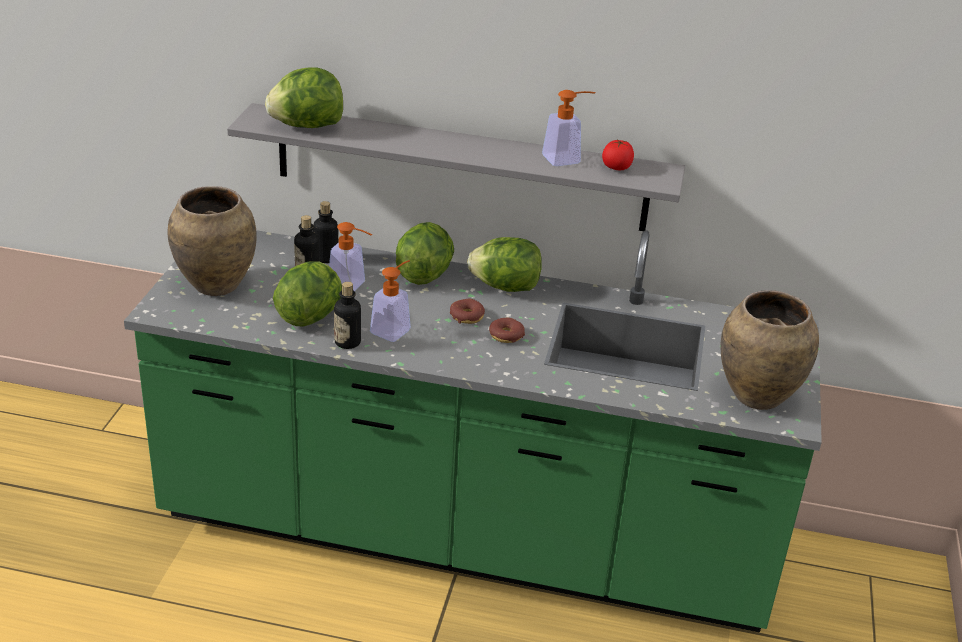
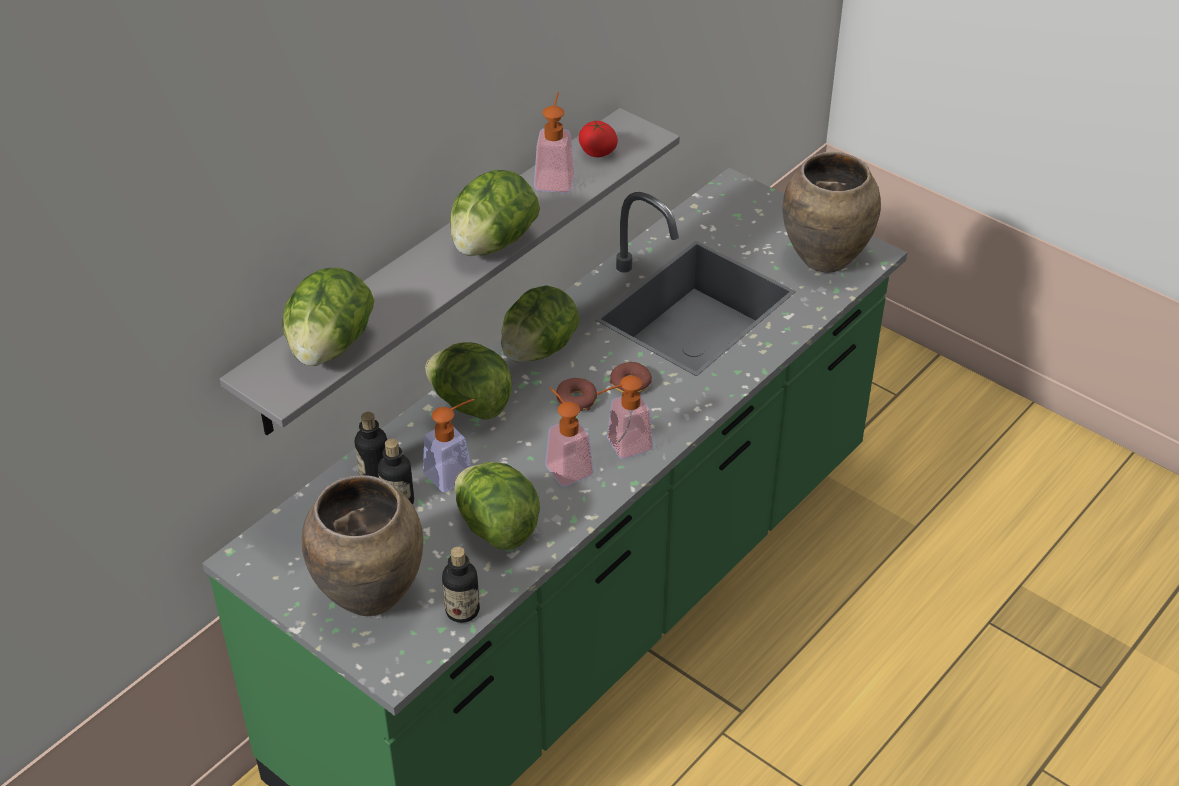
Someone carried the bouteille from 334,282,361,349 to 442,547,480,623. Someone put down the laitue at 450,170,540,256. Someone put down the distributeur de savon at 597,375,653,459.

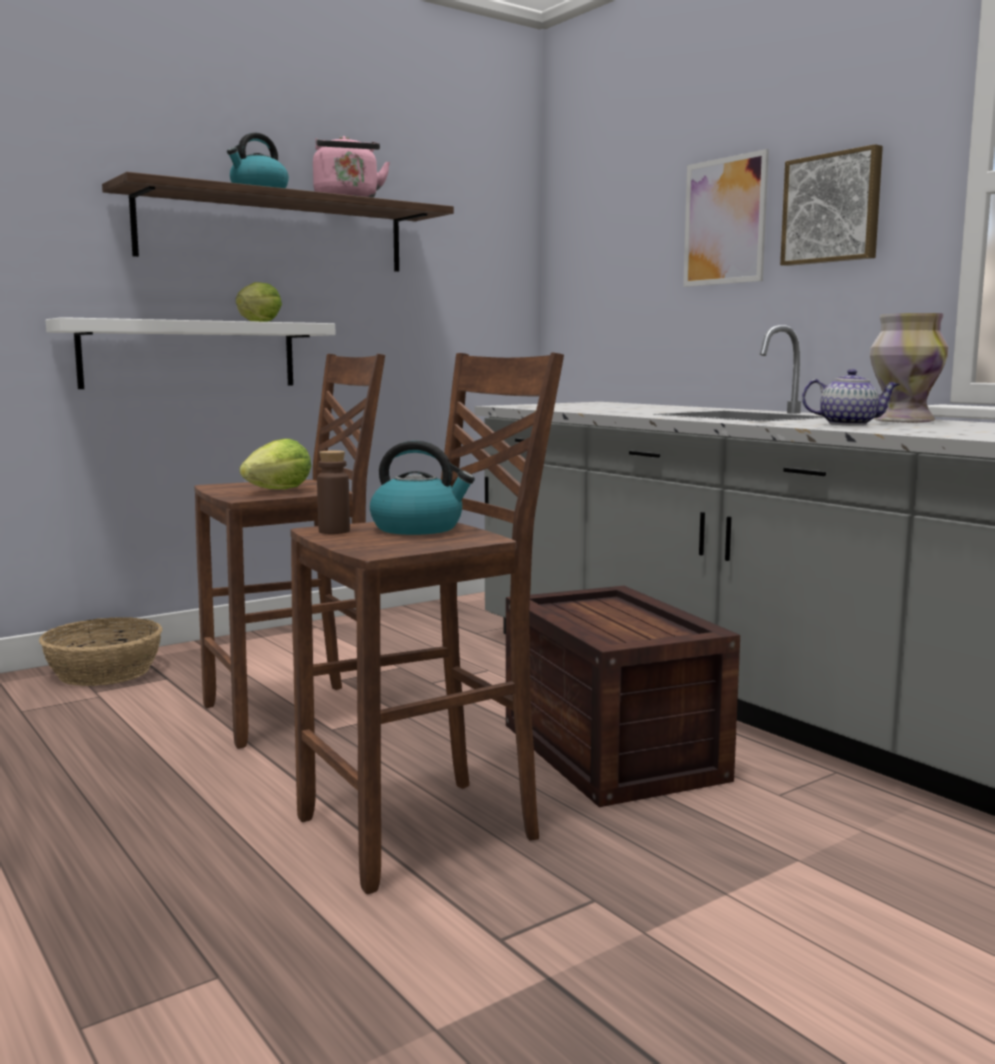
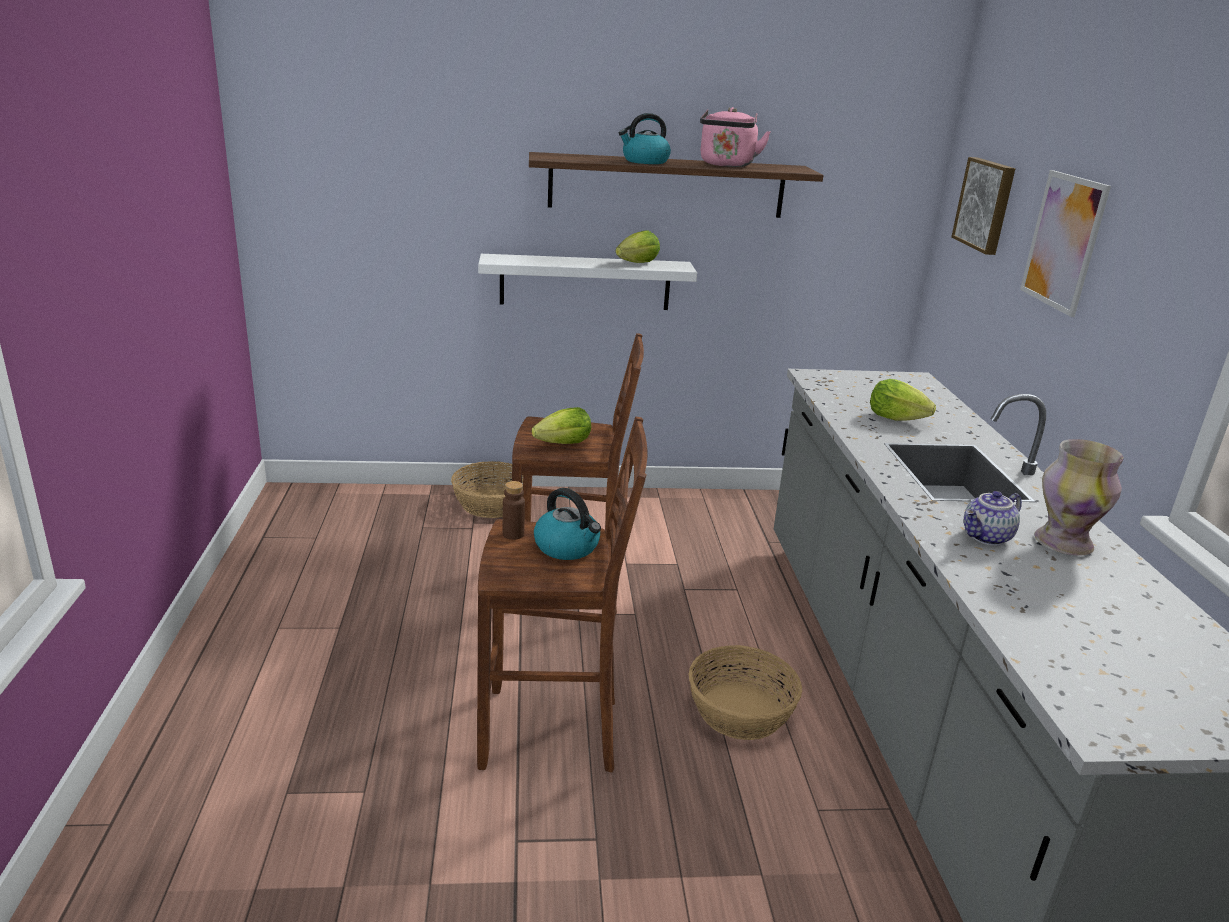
Someone swapped the caisse at 506,586,740,807 for the panier at 689,645,802,740. Someone put down the laitue at 870,379,936,421. Someone carried the tableau from 780,144,883,266 to 951,157,1015,255. Someone rotated the théière at 802,369,900,426 by 105 degrees clockwise.

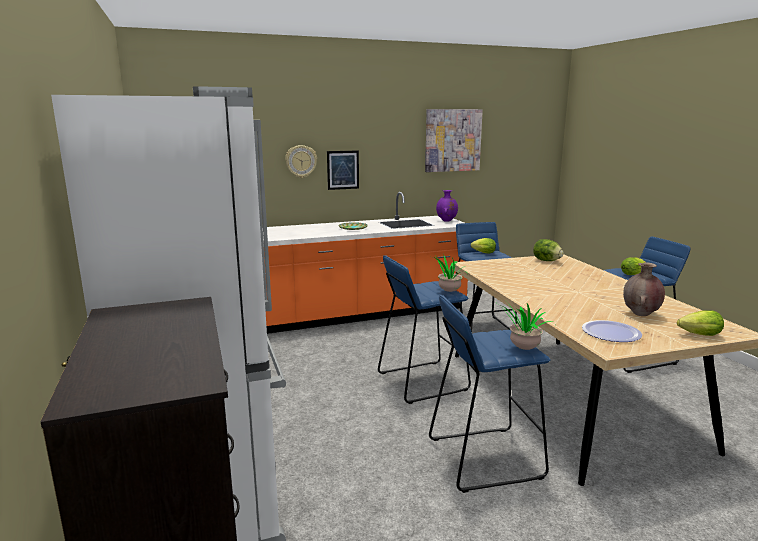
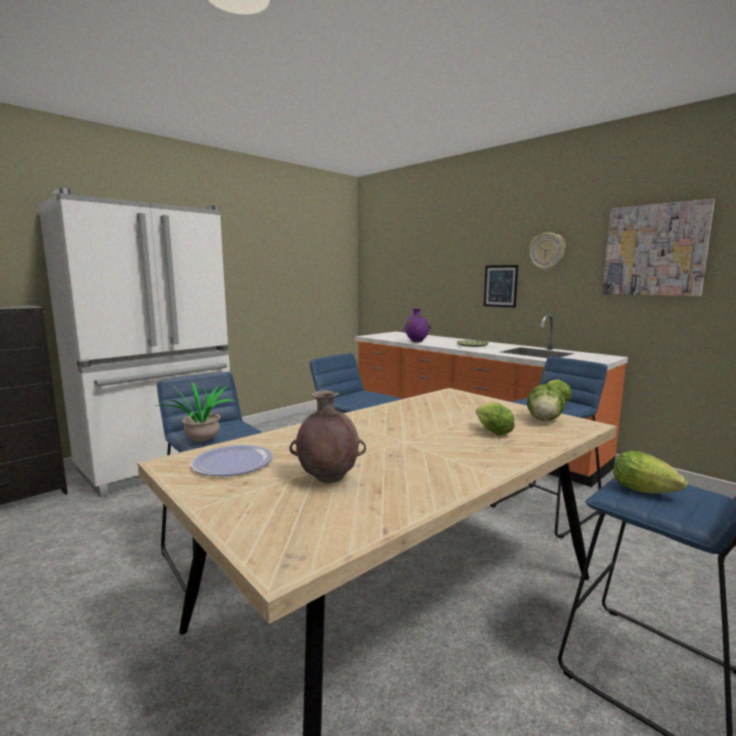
Someone carried the vase/violet from 436,190,458,222 to 403,308,431,342. Someone carried the laitue from 677,310,724,336 to 476,402,514,435. Someone carried the horloge murale from 285,145,317,178 to 529,233,566,271. Someone took away the plante en pot at 426,255,468,292.

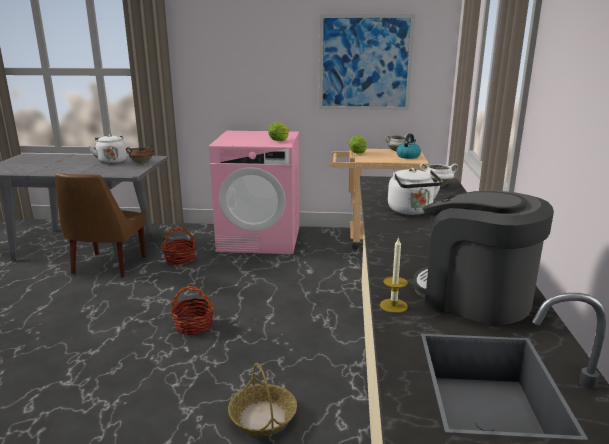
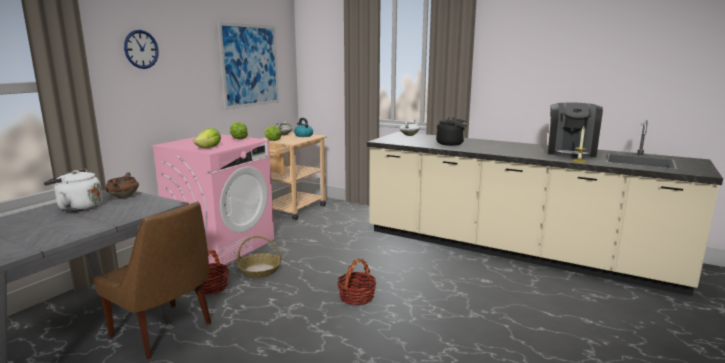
Someone put up the horloge murale at 124,30,159,69. Someone put down the laitue at 193,128,221,148. Someone carried the panier from 228,363,297,436 to 237,236,281,278. Someone repainted the bouilloire/blanc at 388,168,443,215, which became the bouilloire/noir at 436,117,467,146. Someone rotated the machine à café at 413,191,554,325 by 45 degrees counterclockwise.

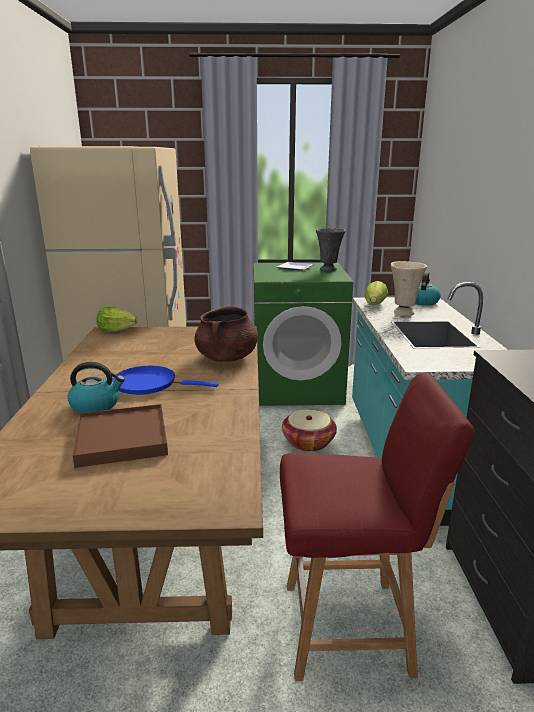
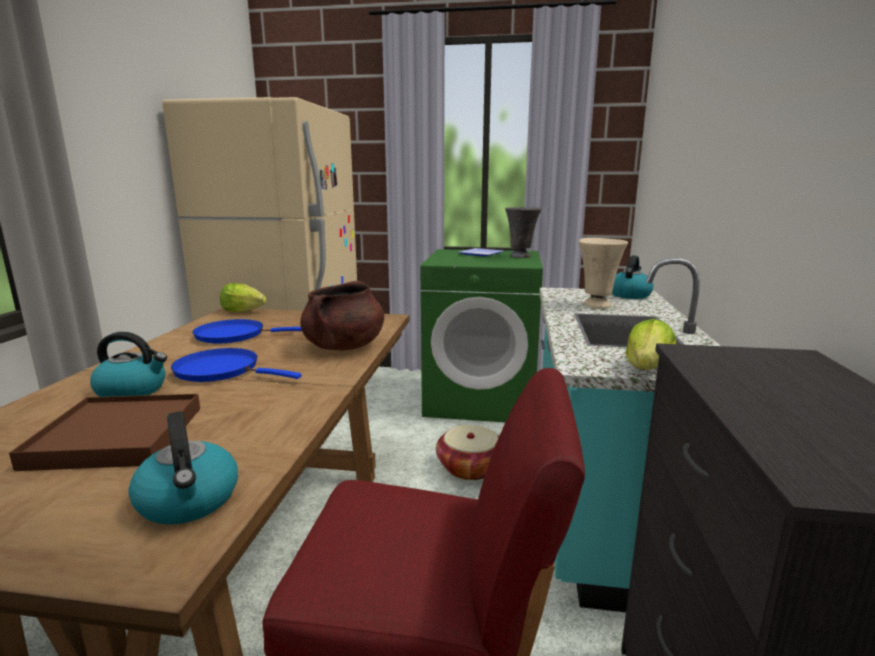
Someone put down the bouilloire at 128,411,238,525. Someone put down the poêle/bleu at 193,319,302,343. Someone carried the laitue from 365,281,388,305 to 625,319,676,370.

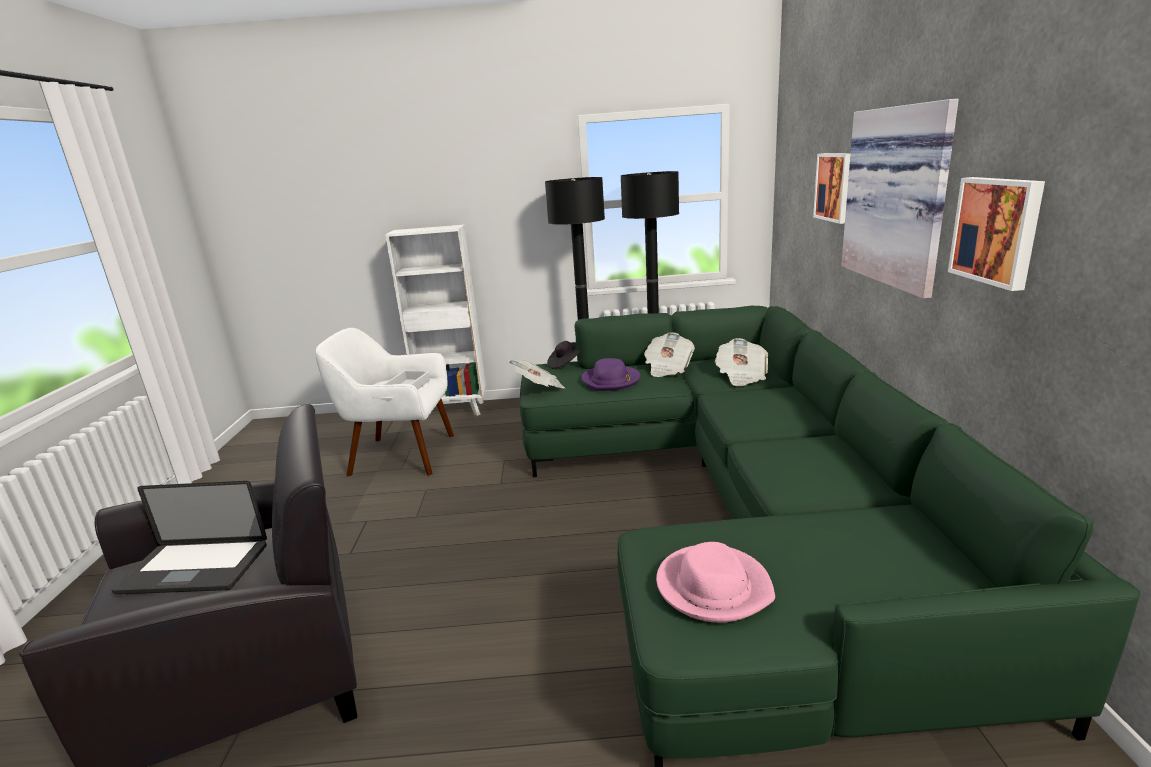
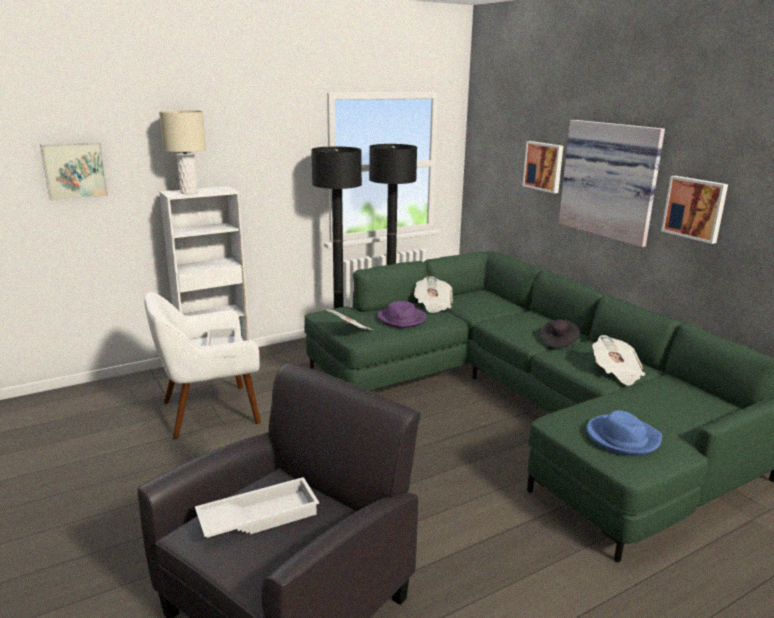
Someone put up the tableau at 40,142,108,201. Someone put down the lampe de table/beige at 159,110,206,194. Someone swapped the ordinateur portable at 111,481,267,595 for the plateau/blanc at 195,477,319,538. Someone carried the chapeau/noir from 547,341,582,368 to 541,320,580,348. Someone repainted the chapeau/rose at 656,542,775,623, which became the chapeau/bleu at 586,410,662,456. Someone carried the journal from 715,338,768,386 to 592,335,645,386.

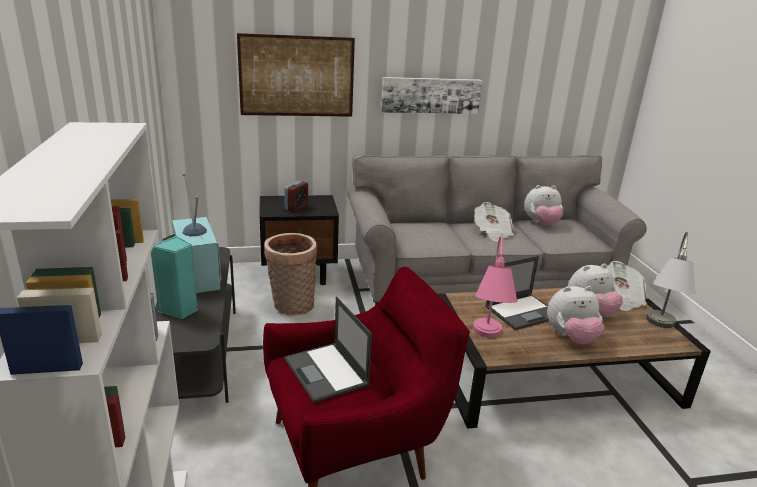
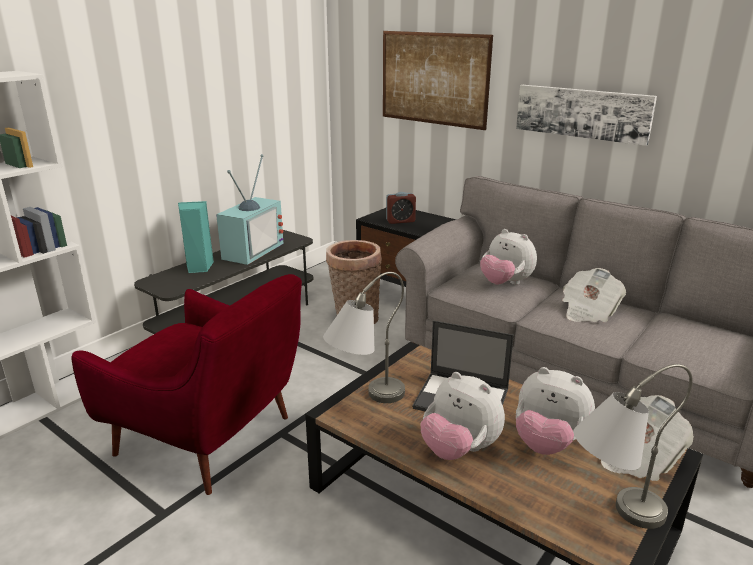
Someone repainted the lampe de table/rose at 473,236,517,338, which became the lampe de table/gris at 323,272,405,403. Someone carried the peluche from 524,185,564,225 to 480,229,537,285. Someone took away the ordinateur portable at 285,297,372,403.

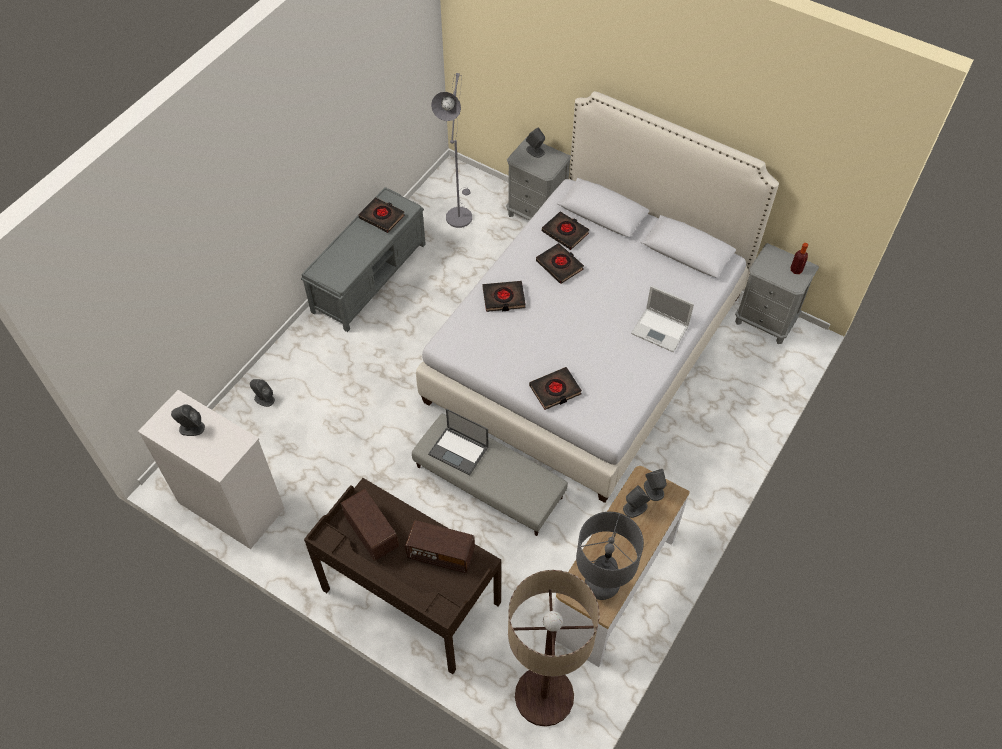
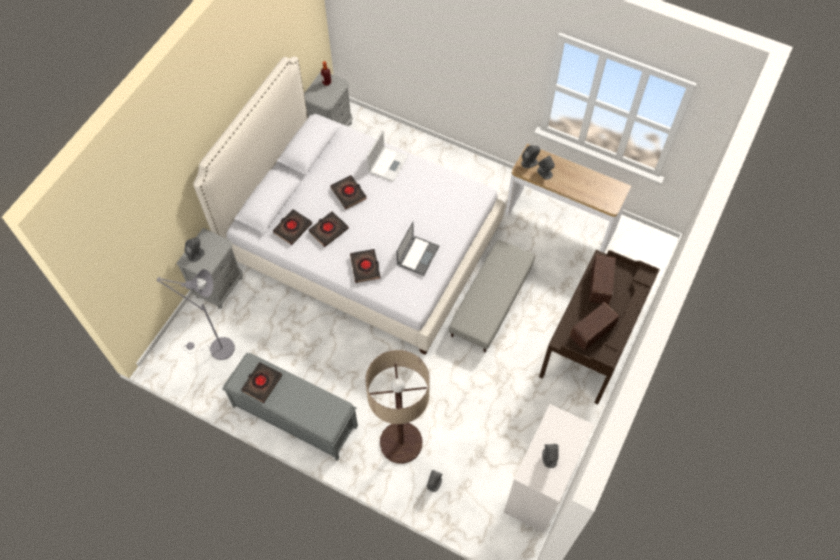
Someone carried the livre/noir from 529,367,582,410 to 330,175,367,209. Someone carried the lampadaire from 508,570,599,727 to 365,350,430,464. Someone carried the ordinateur portable from 428,409,489,476 to 397,222,439,276. Someone took away the lampe de table/gris at 576,512,644,600.

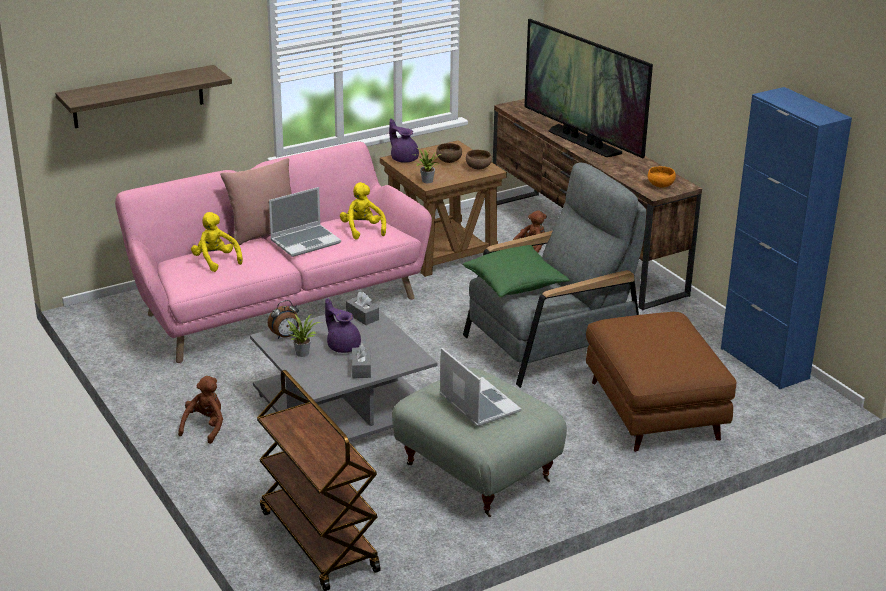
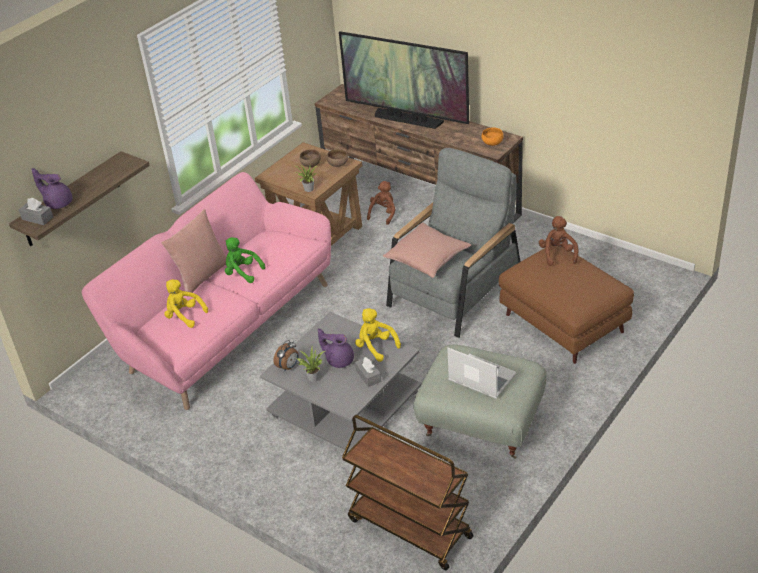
Someone carried the boîte à mouchoirs/gris from 346,292,379,325 to 19,198,53,225. Someone carried the théière/violet from 389,119,419,163 to 31,168,72,209. Someone swapped the ordinateur portable at 269,187,341,257 for the peluche/vert at 225,237,265,283. Someone carried the peluche/jaune from 340,182,386,240 to 355,308,401,362. Someone repainted the coussin/vert at 463,245,569,297, which became the coussin/rose at 383,223,471,278. Someone carried the peluche/marron from 178,376,223,444 to 539,216,578,266. Someone took away the meuble de rangement/bleu at 721,87,852,389.

